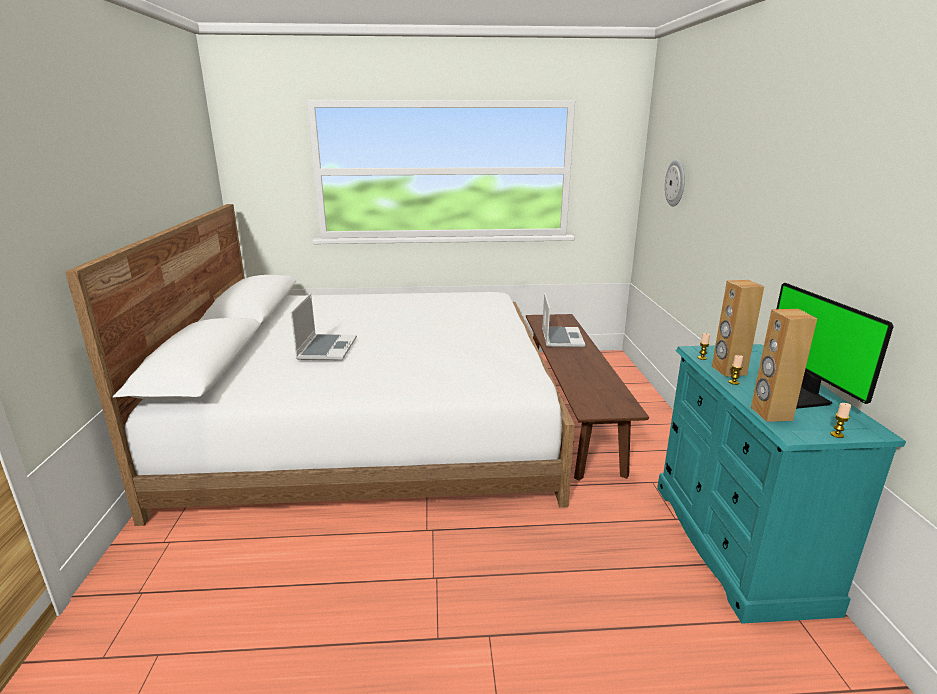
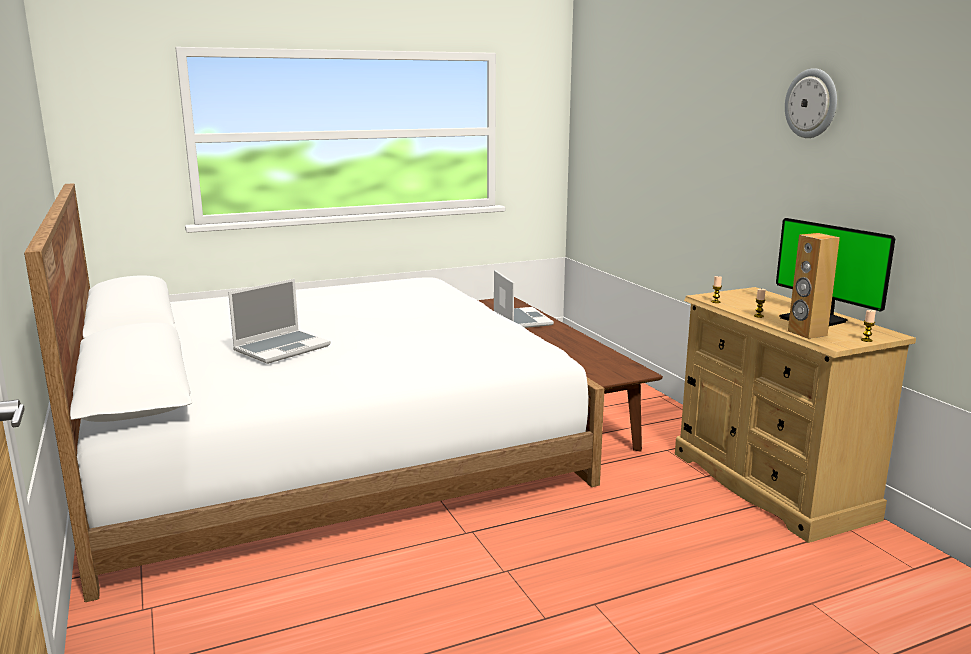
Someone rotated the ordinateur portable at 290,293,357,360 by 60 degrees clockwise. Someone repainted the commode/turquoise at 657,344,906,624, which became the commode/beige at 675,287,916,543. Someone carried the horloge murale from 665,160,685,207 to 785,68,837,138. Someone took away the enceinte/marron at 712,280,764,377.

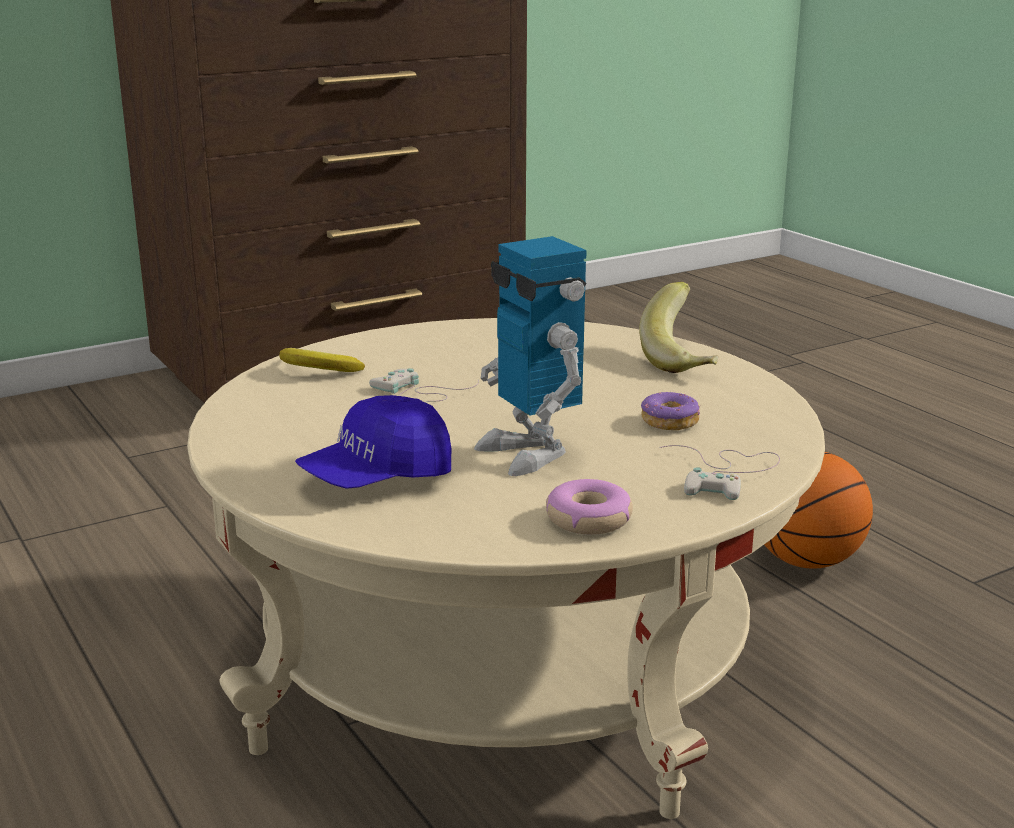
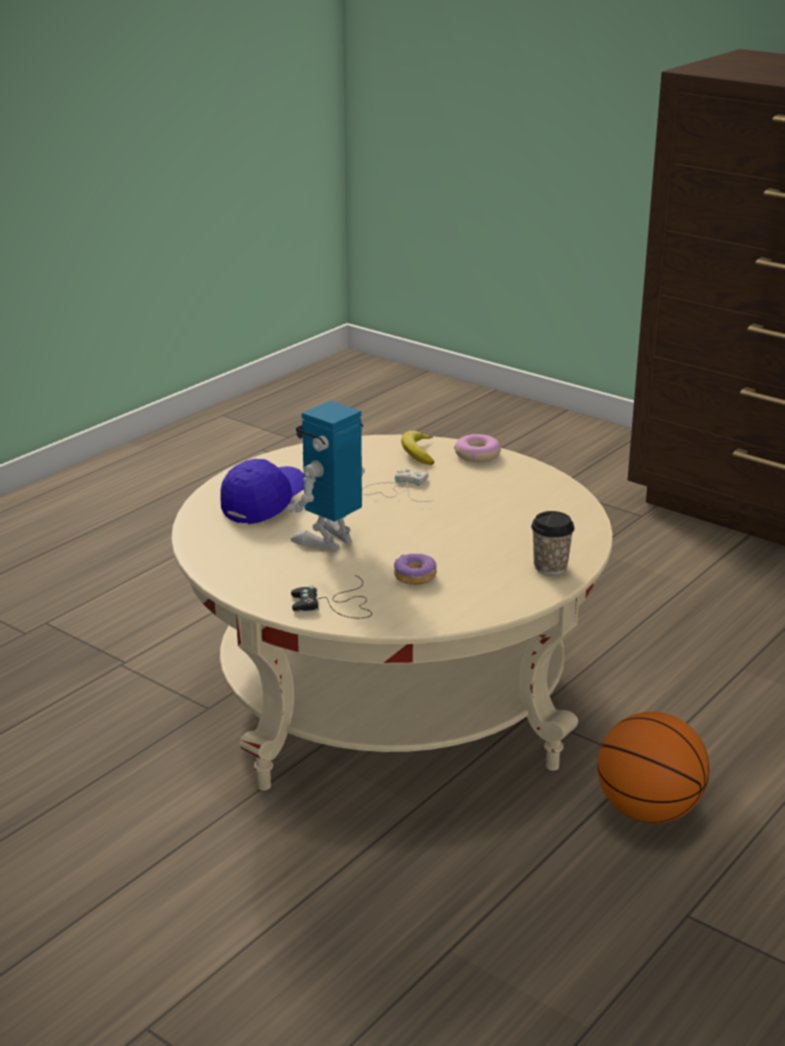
Someone rotated the casquette/bleu at 295,395,451,489 by 90 degrees clockwise. Someone repainted the manette/blanc at 659,445,780,500, which became the manette/noir at 291,575,372,618. Someone carried the beignet from 546,479,633,535 to 454,434,501,462. Someone swapped the banane at 639,282,718,373 for the tasse at 531,511,575,575.

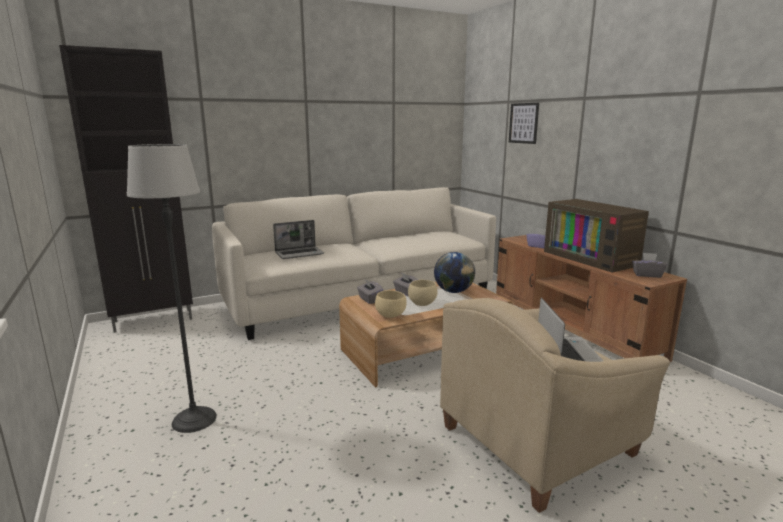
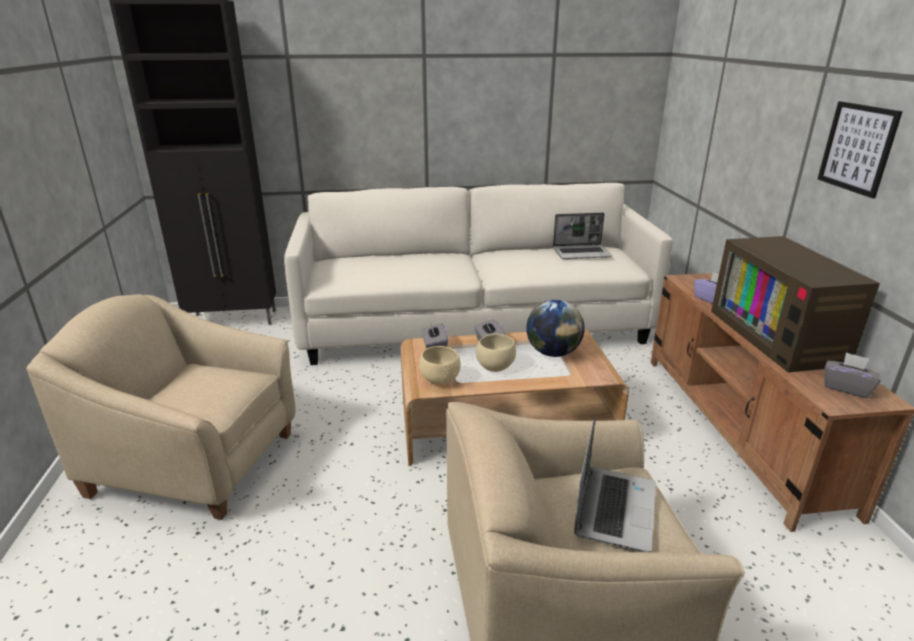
Someone swapped the lampadaire at 127,144,217,433 for the fauteuil/beige at 26,294,296,520. Someone carried the ordinateur portable from 273,220,324,259 to 553,213,612,259. Someone carried the tableau from 509,103,539,144 to 818,101,903,198.

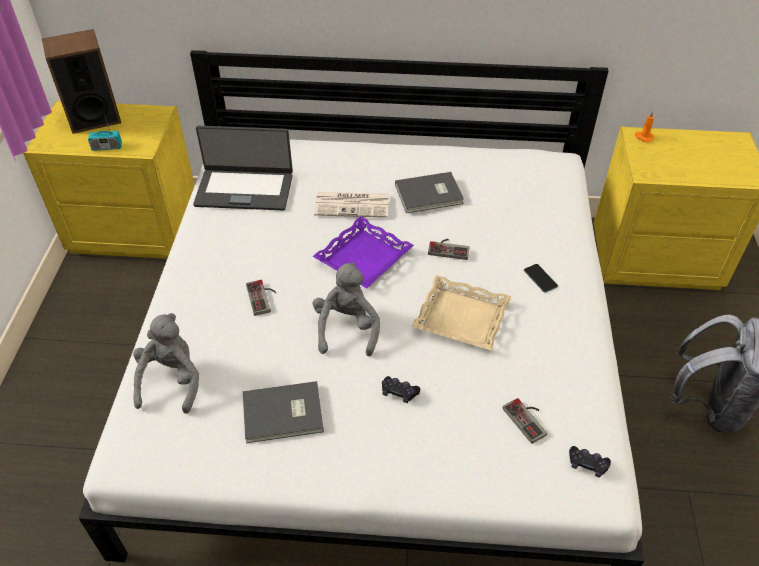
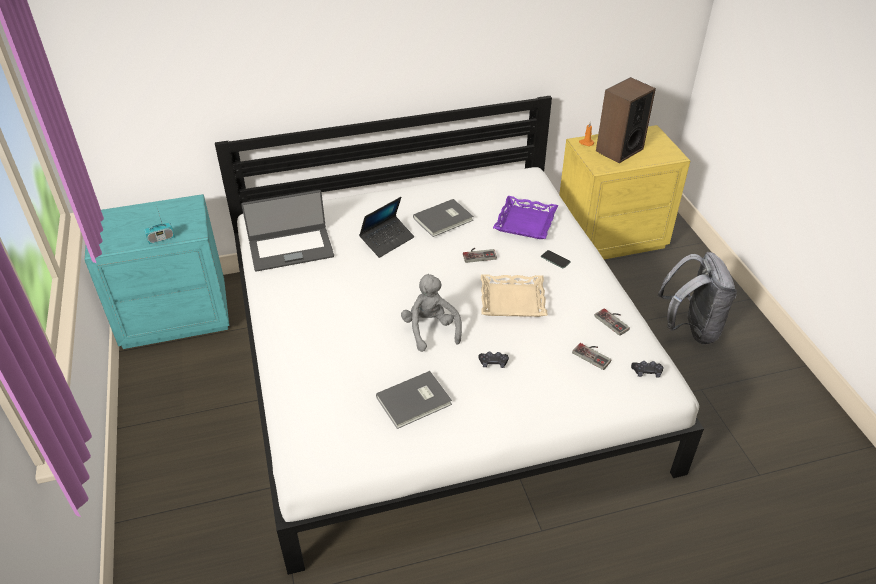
Someone repainted the table de chevet/jaune at 23,101,195,259, which became the table de chevet/turquoise at 84,194,229,349. Someone swapped the journal at 314,192,389,218 for the ordinateur portable at 359,197,414,258. Someone carried the plateau/violet from 312,216,414,289 to 493,196,558,239. Someone carried the manette from 246,280,276,316 to 594,308,630,336. Someone carried the enceinte from 42,29,121,134 to 596,77,656,163. Someone took away the peluche/gris at 133,313,199,414.

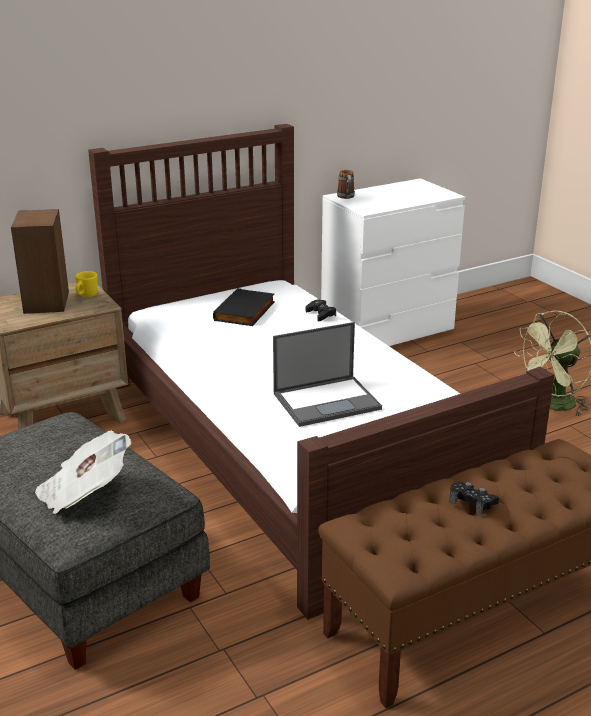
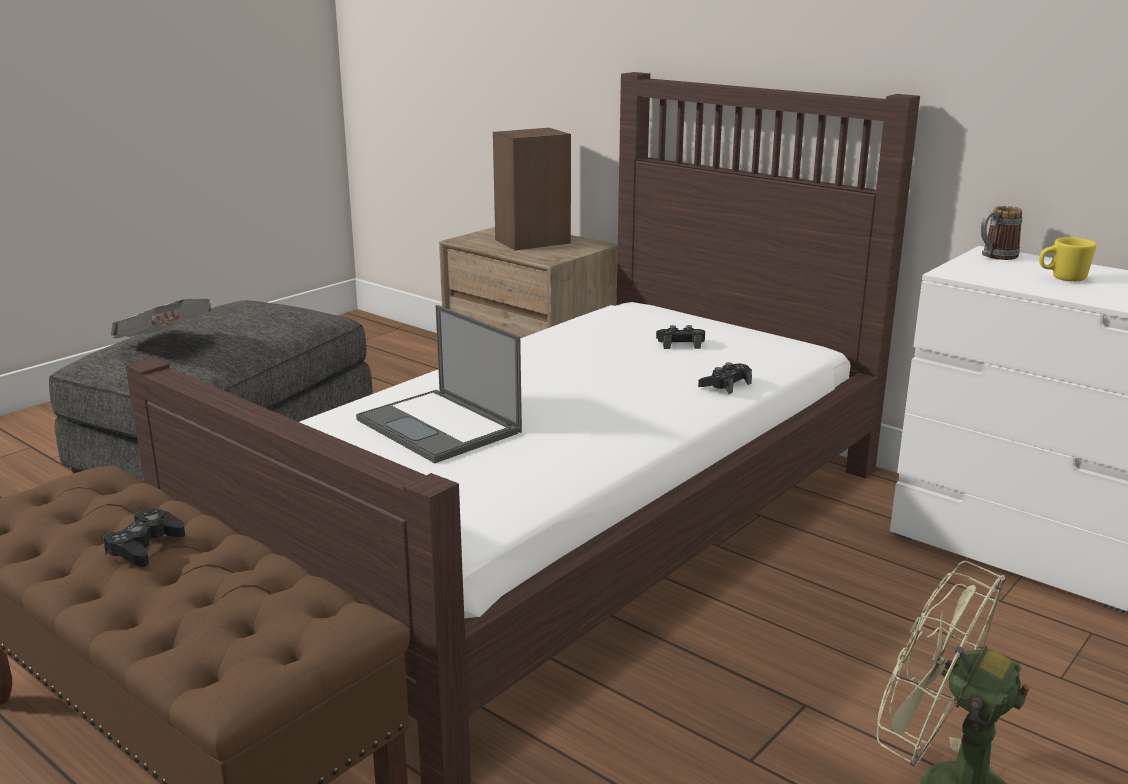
Someone swapped the livre/noir at 213,288,275,326 for the manette/noir at 656,325,705,349. Someone carried the mug/jaune from 75,271,98,297 to 1039,237,1097,282.

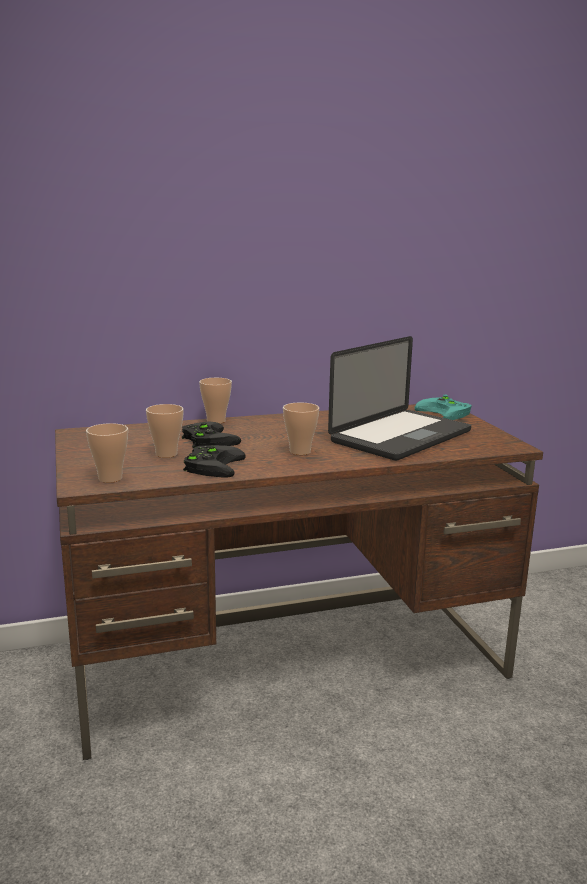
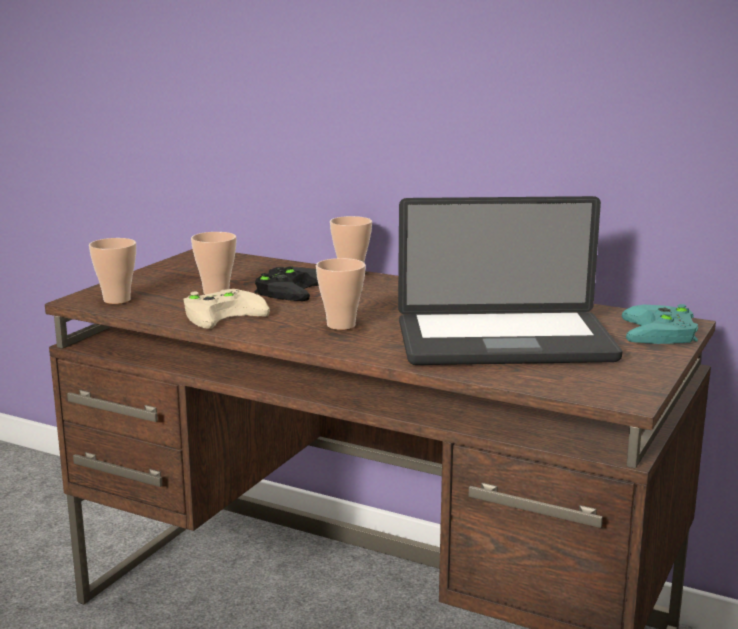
Someone repainted the manette/noir at 183,445,245,477, which became the manette/beige at 184,289,270,329.

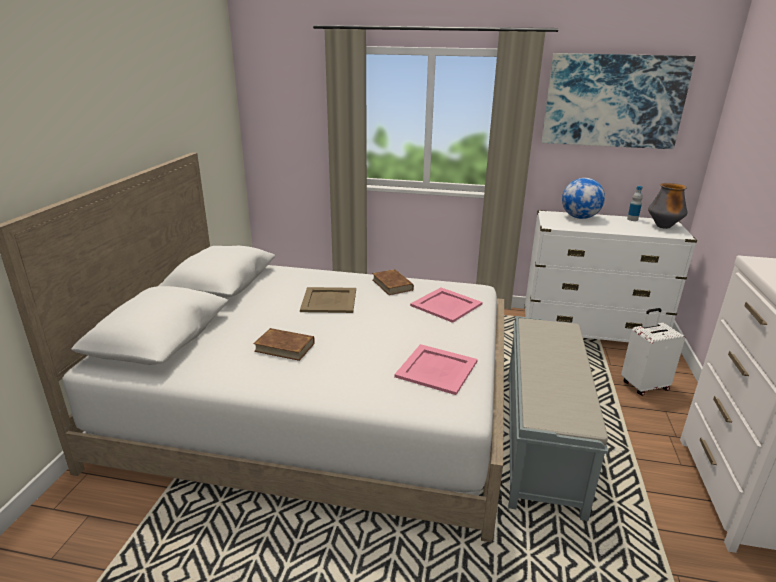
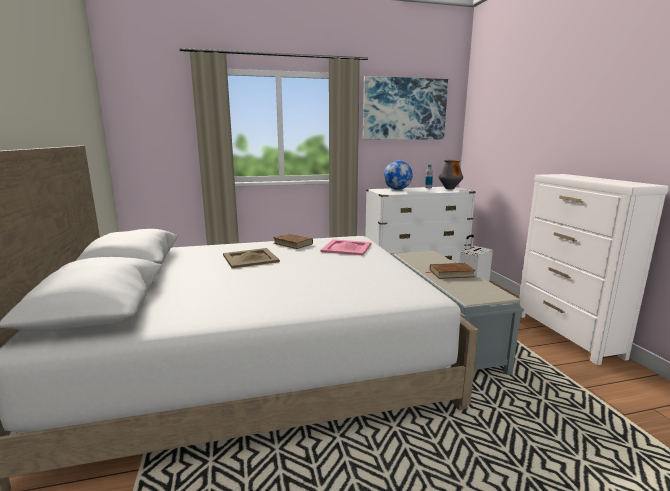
Someone carried the livre/marron from 253,328,315,361 to 425,263,476,279. Someone took away the plateau/rose at 394,344,478,395.

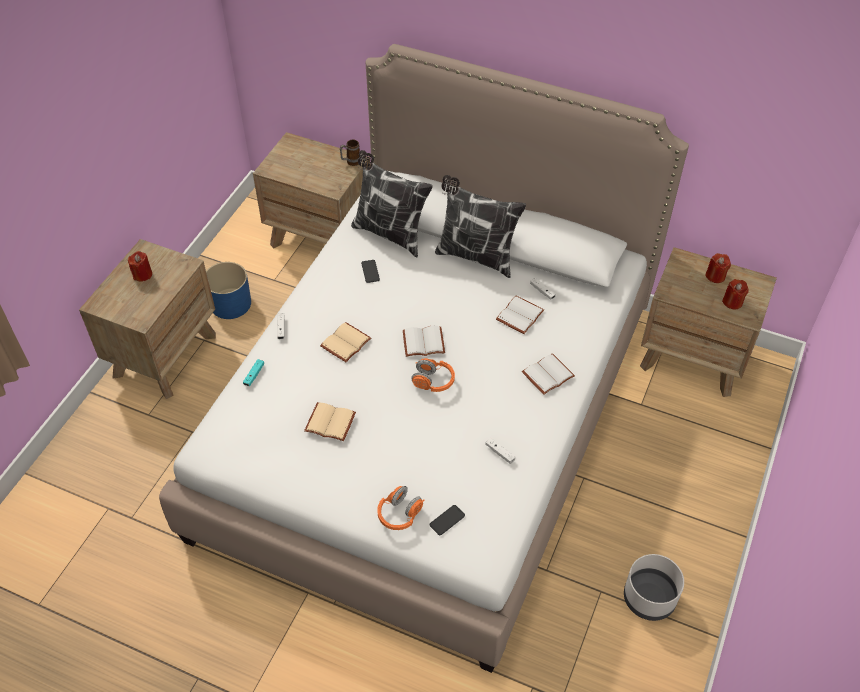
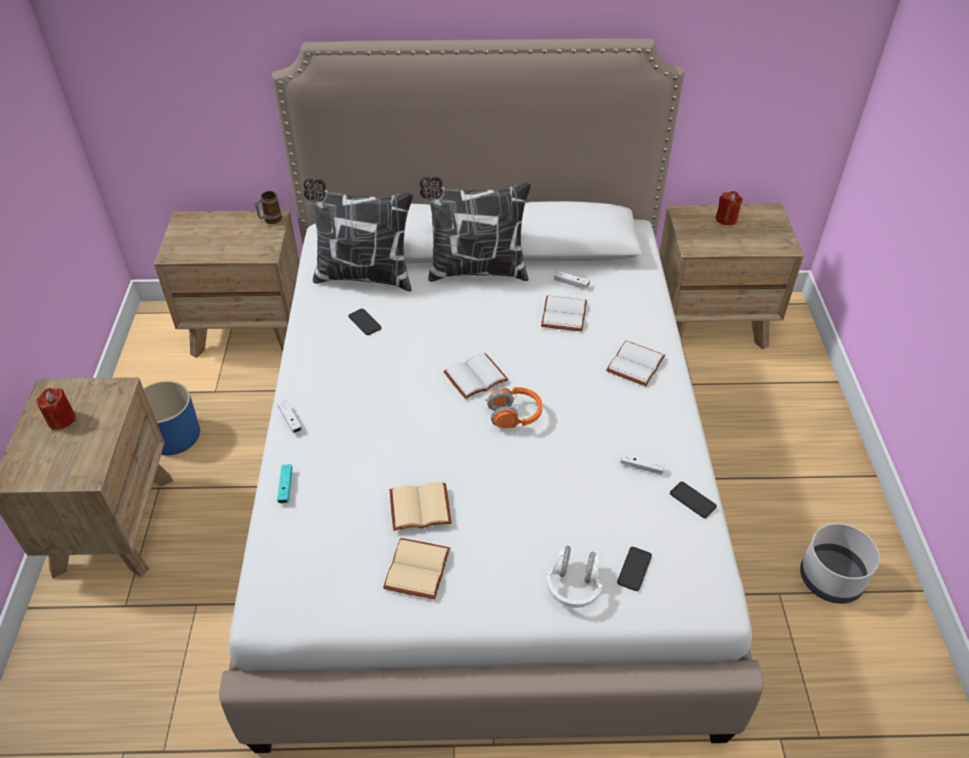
Someone carried the livre/beige from 320,322,371,362 to 383,538,450,599. Someone repainted the casque audio/orange at 377,486,424,530, which became the casque audio/blanc at 546,546,602,608. Someone put down the téléphone at 670,482,717,518. Someone took away the bougie/rouge at 722,279,749,309.

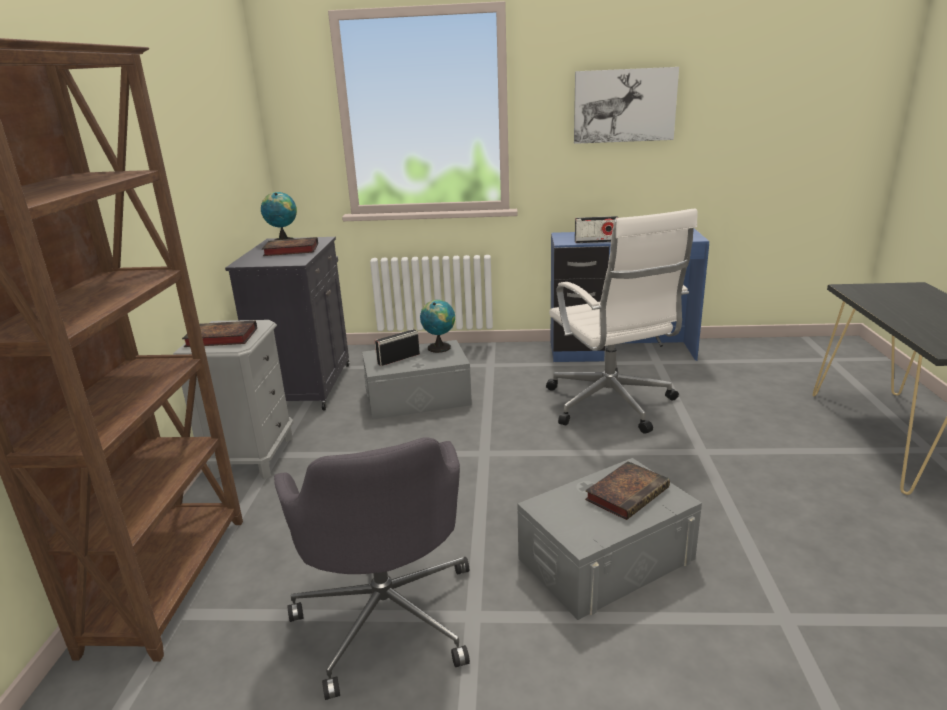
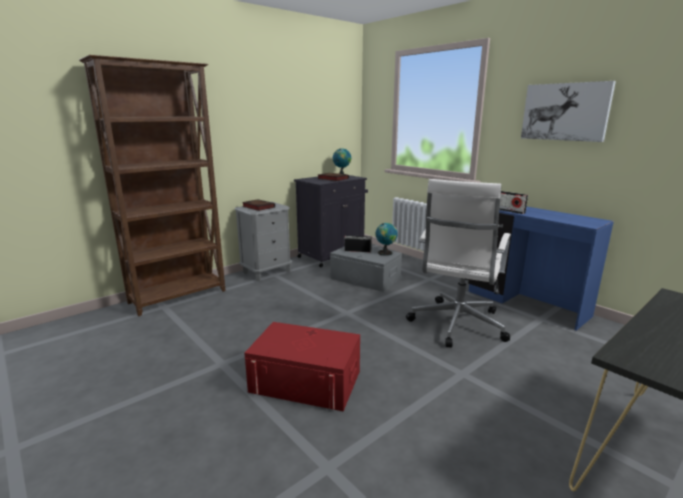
Someone repainted the boîte de rangement/gris at 517,458,702,620, which became the boîte de rangement/rouge at 244,322,360,411. Someone took away the chaise de bureau/gris at 274,437,470,700. Someone took away the livre at 585,461,670,520.

